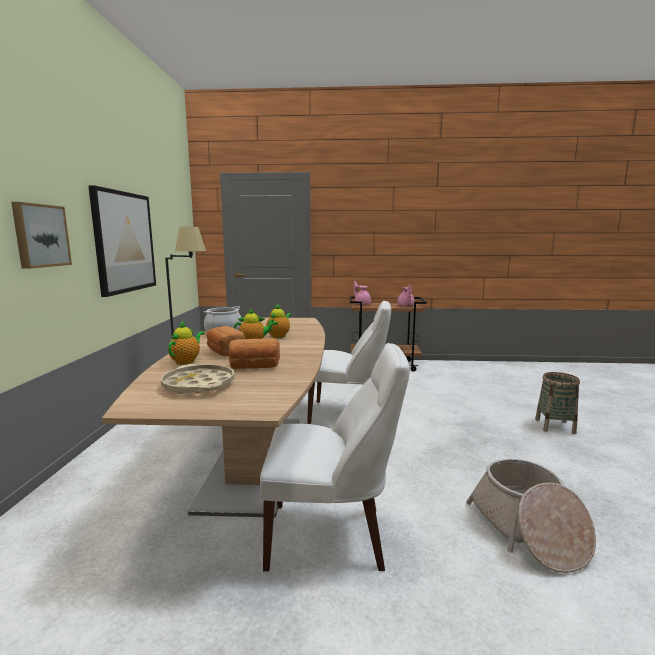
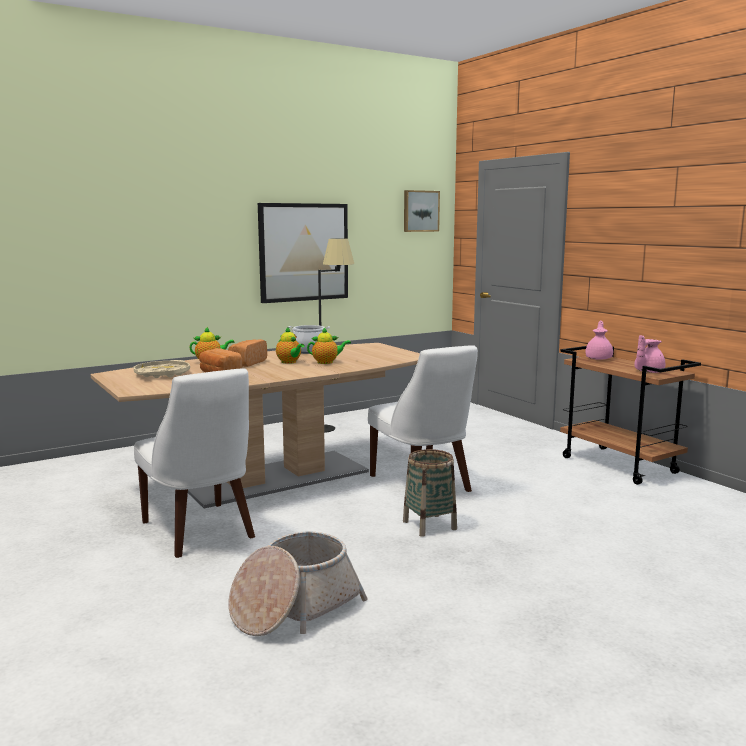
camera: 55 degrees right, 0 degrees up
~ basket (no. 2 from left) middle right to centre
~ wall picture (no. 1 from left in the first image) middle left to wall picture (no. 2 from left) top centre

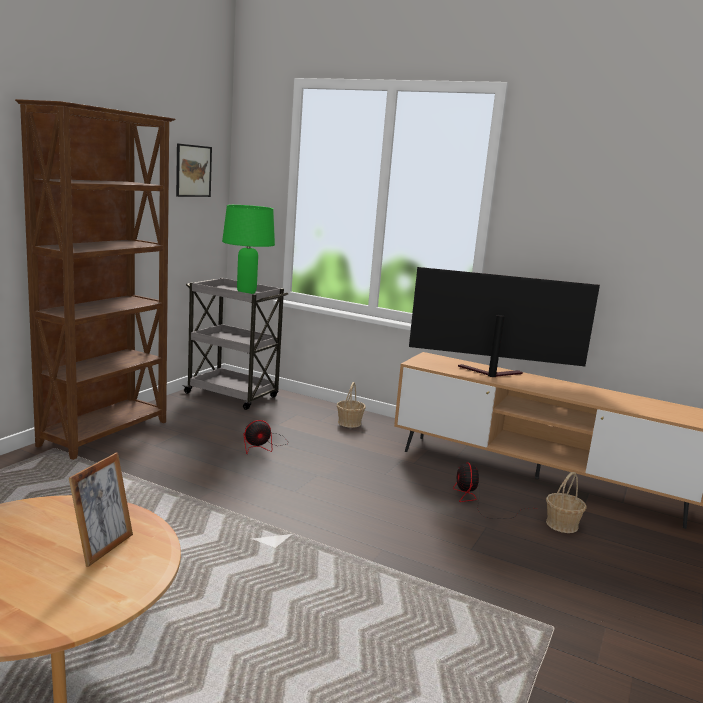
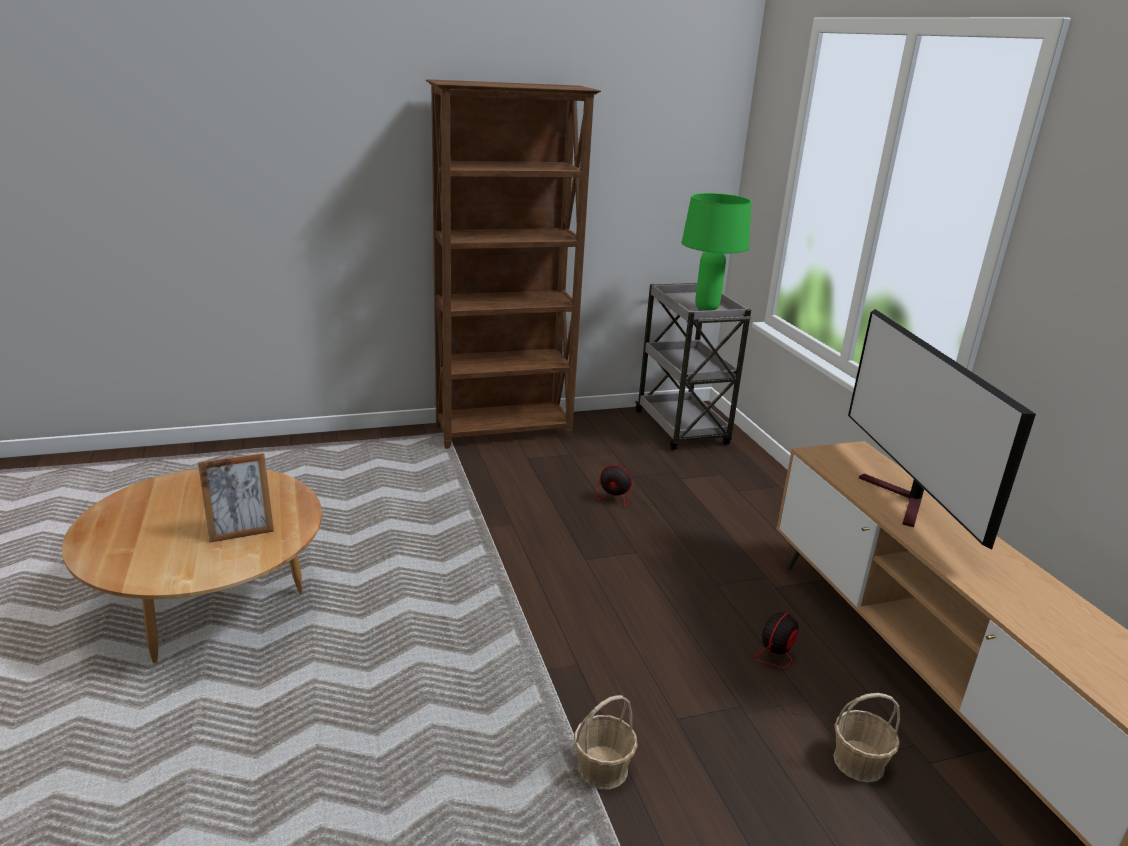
camera: 45 degrees right, 10 degrees up
~ basket (no. 1 from left) centre to bottom centre
~ television middle right = middle right 150 degrees counterclockwise
- wall picture top left

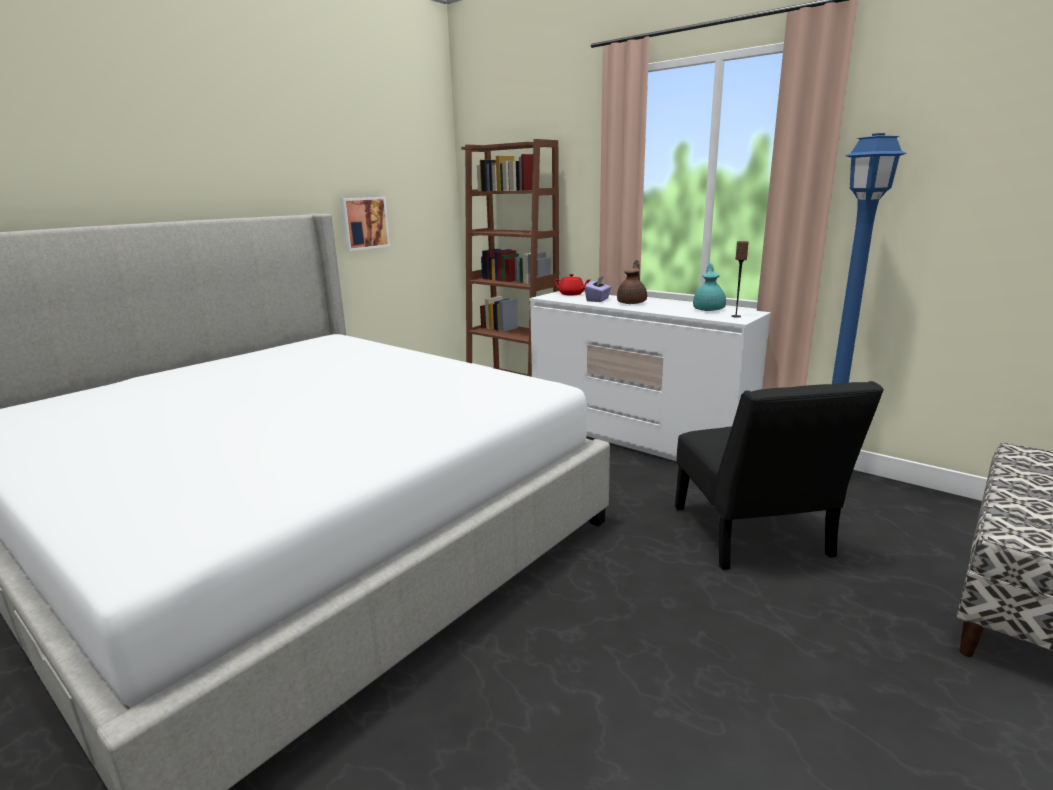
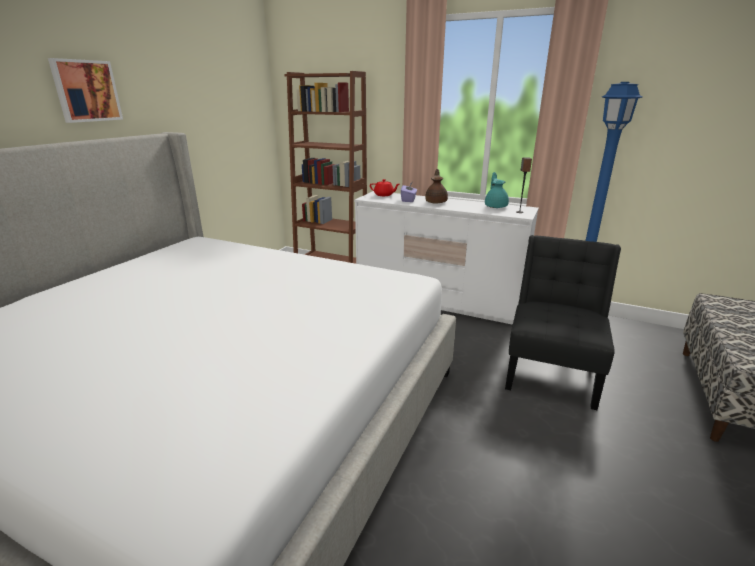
camera: 15 degrees left, 5 degrees up
~ wall picture top centre to top left
~ plain chair (black) middle right = middle right 135 degrees counterclockwise

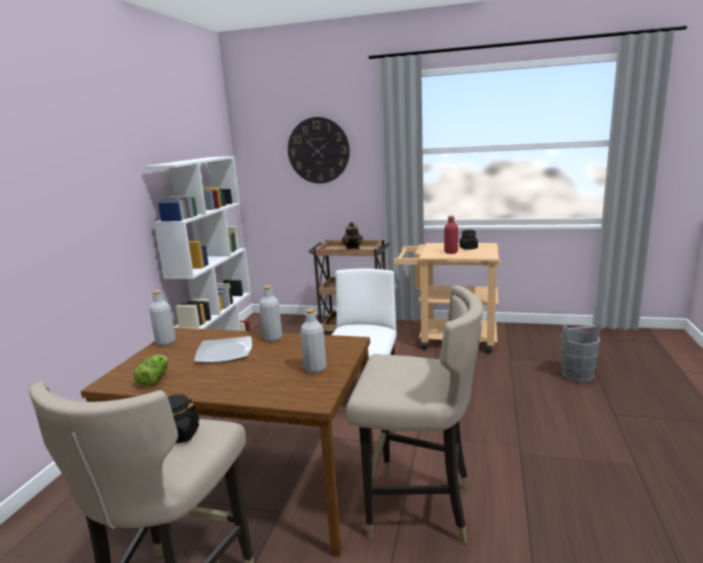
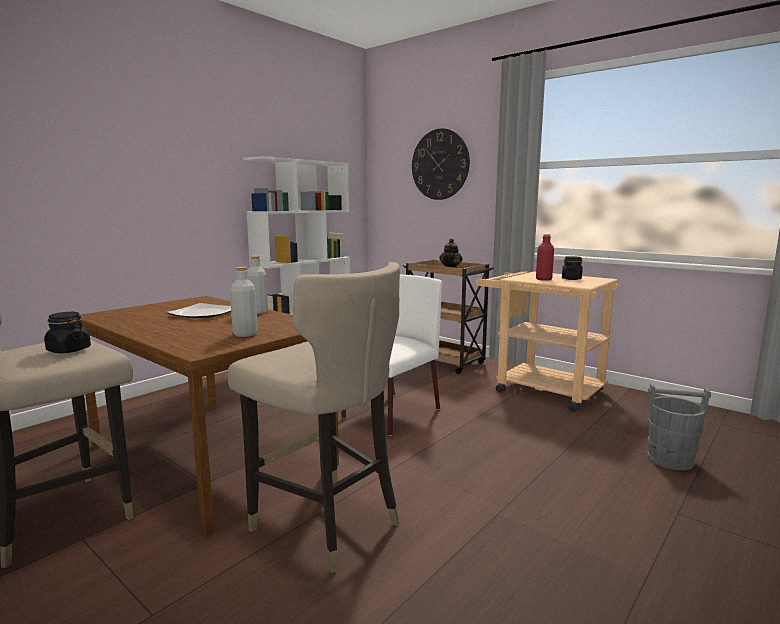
camera: 25 degrees right, 5 degrees down
- head of lettuce middle left
- drink bottle (greyish) (no. 1 from left) middle left

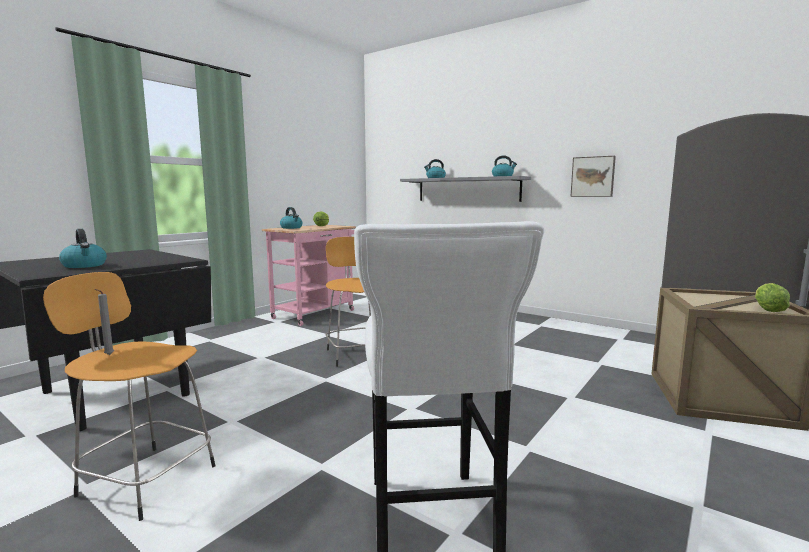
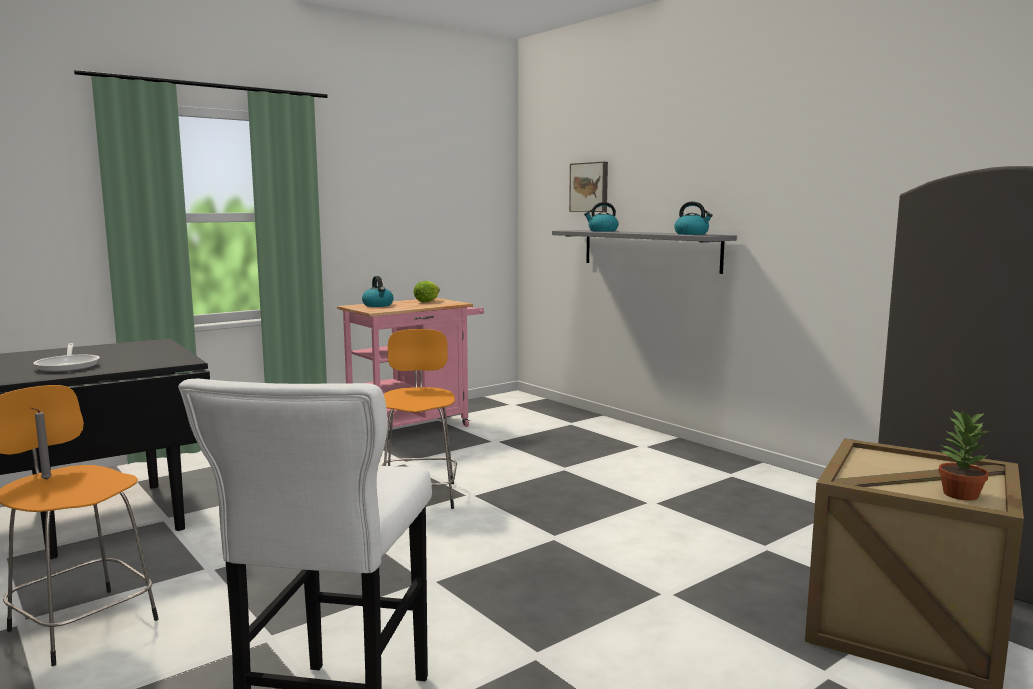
camera: 15 degrees right, 0 degrees up
~ water kettle (no. 1 from left) middle left to pan middle left
~ wall picture top right to top centre
~ head of lettuce (no. 2 from left) middle right to houseplant middle right

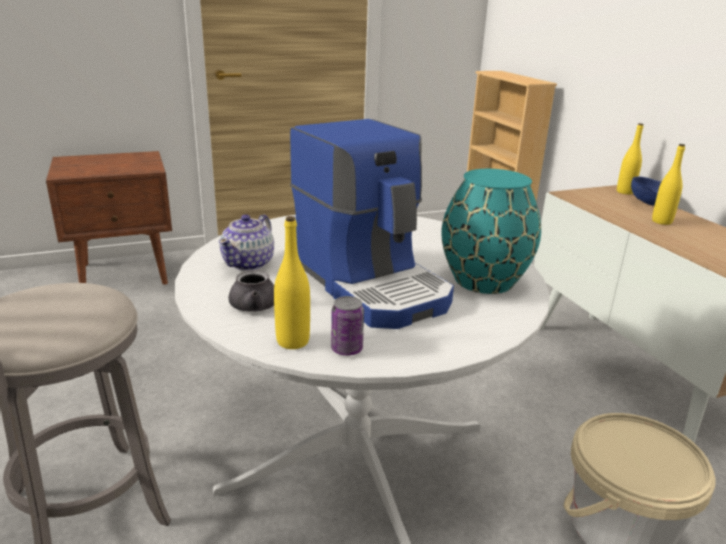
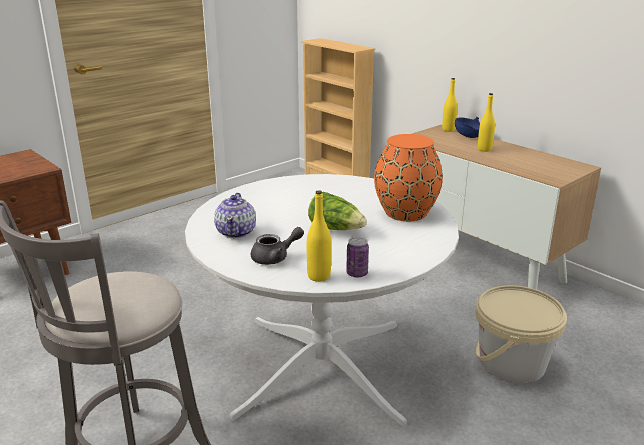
camera: 20 degrees left, 0 degrees up
~ coffee maker centre to head of lettuce centre
~ flower vase (turquoise-coloured) middle right to flower vase (orange-coloured) centre

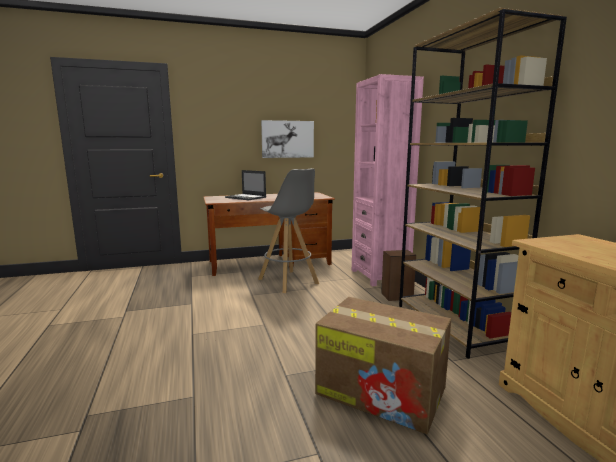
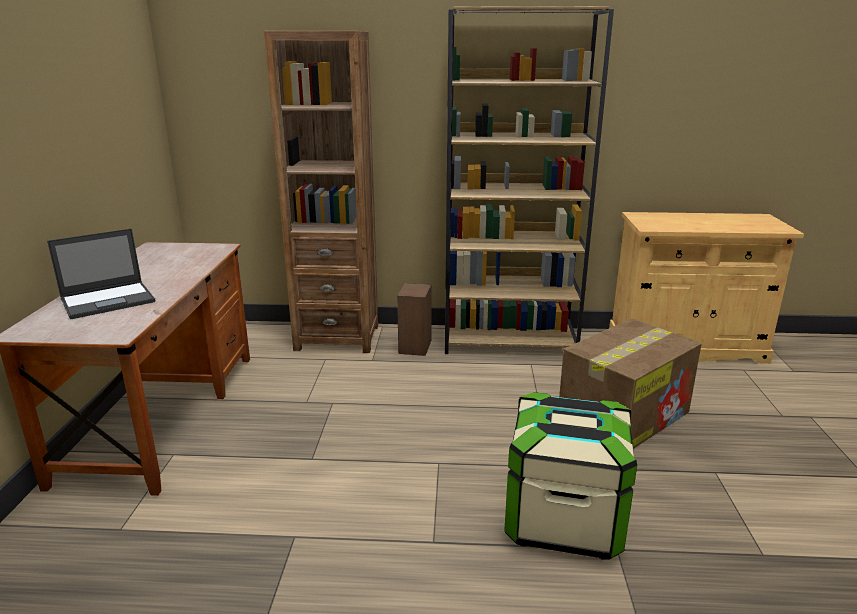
camera: 70 degrees left, 10 degrees up
~ bookshelf (pinkish) centre to bookshelf (brownish) (no. 1 from left) top centre
+ storage bin bottom centre
- sitting stool (greyish) centre
- wall picture top centre

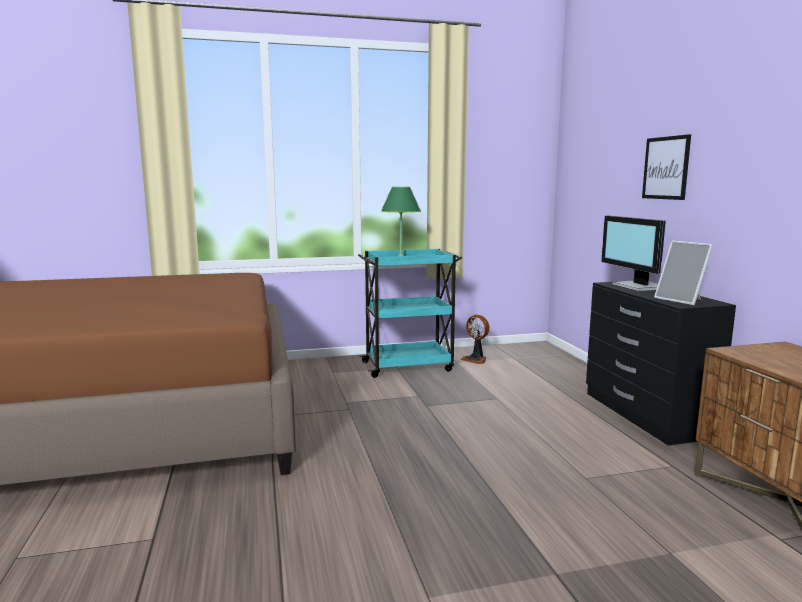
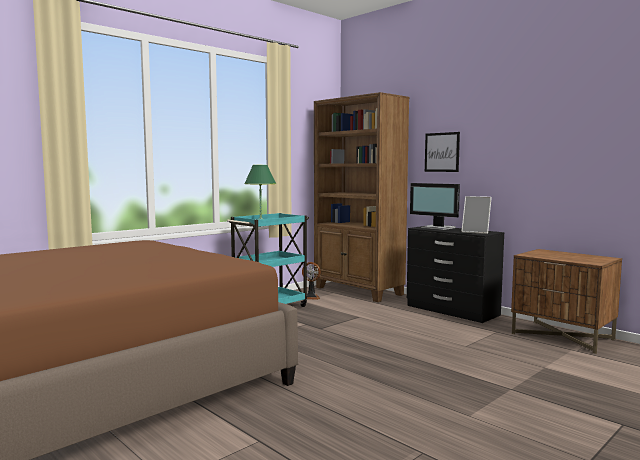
camera: 30 degrees left, 5 degrees down
+ bookshelf (brownish) centre

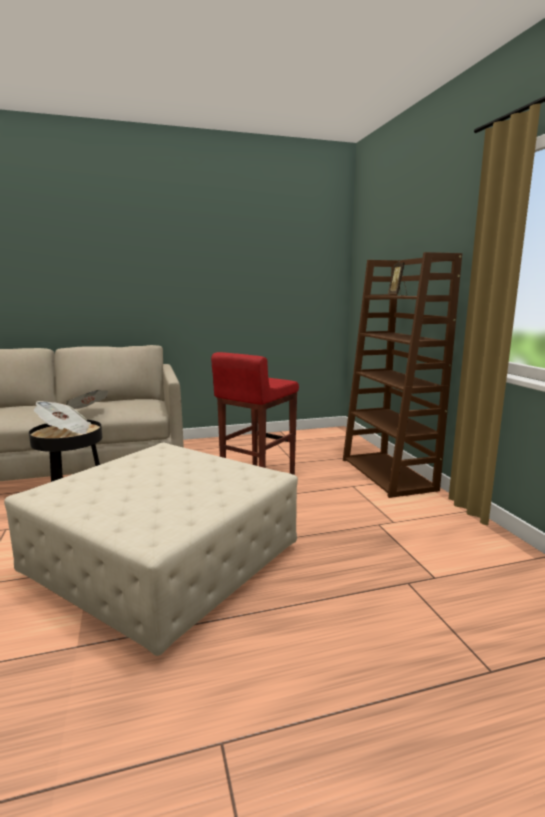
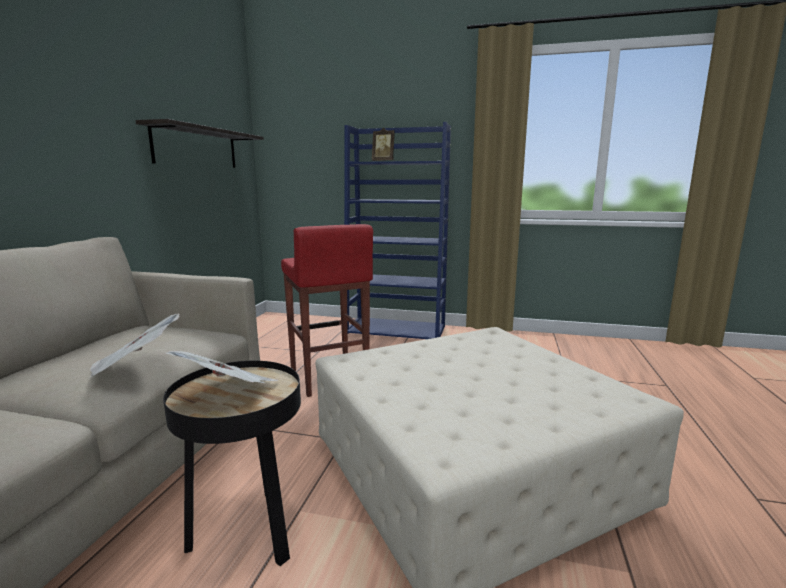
camera: 60 degrees left, 0 degrees up
+ bracket shelf top left
~ bookshelf (brownish) middle right to bookshelf (blue) centre

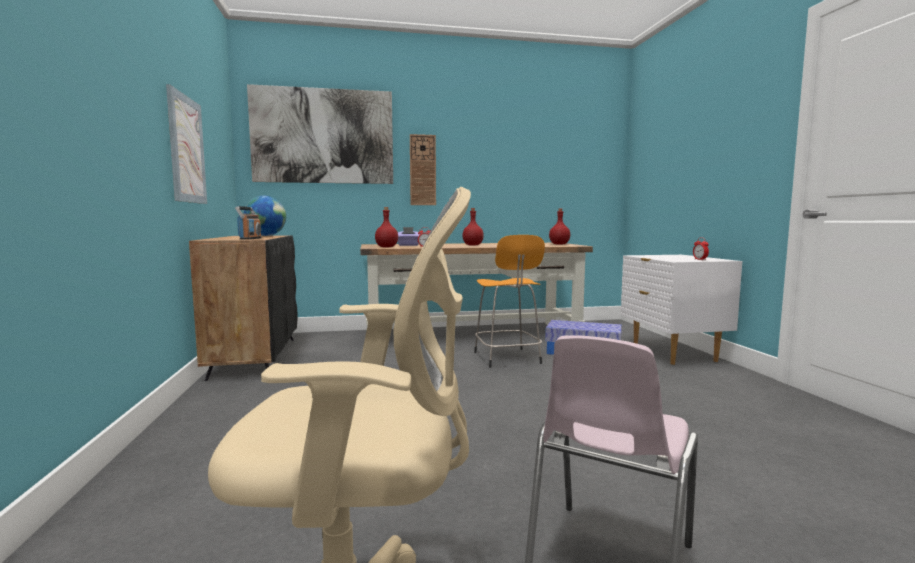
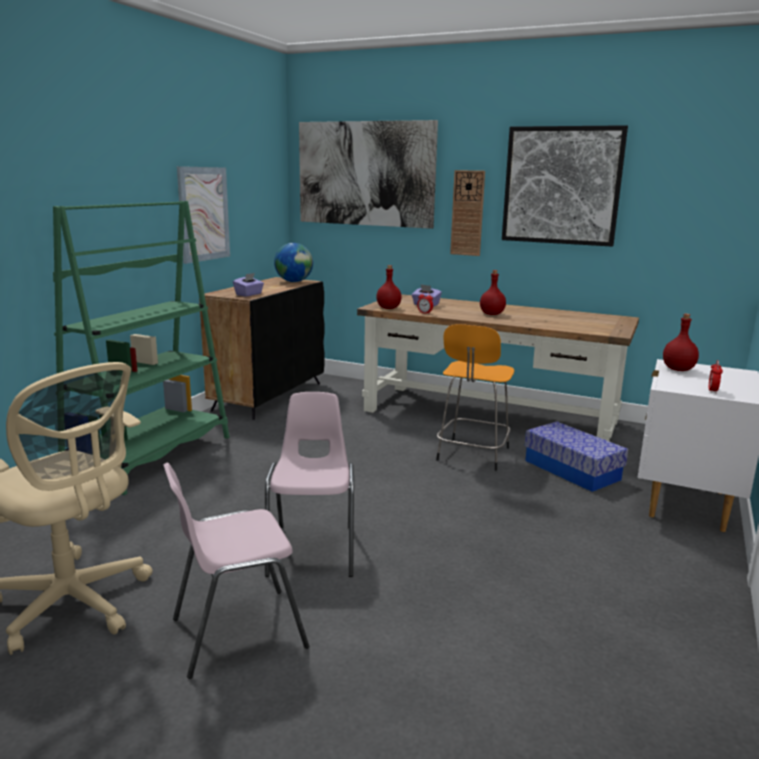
camera: 35 degrees right, 10 degrees up
+ bookshelf (green-coloured) middle left
~ radio set middle left to tissue box (purple) (no. 1 from left) middle left
+ plain chair (pinkish) (no. 2 from left) centre
+ wall picture (no. 3 from left) top right
~ drink bottle (red-coloured) (no. 3 from left) centre to middle right

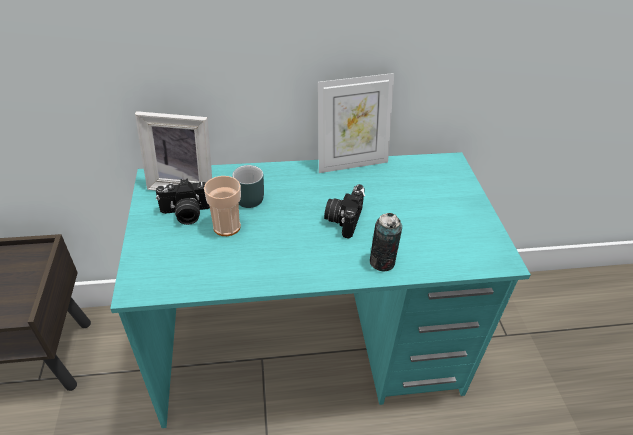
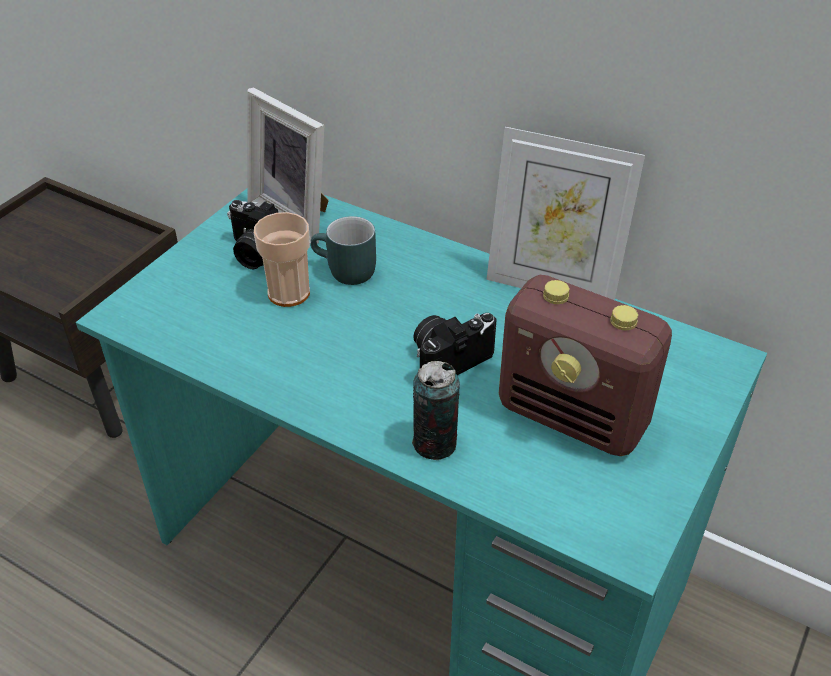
camera: 40 degrees right, 0 degrees up
+ radio set middle right

